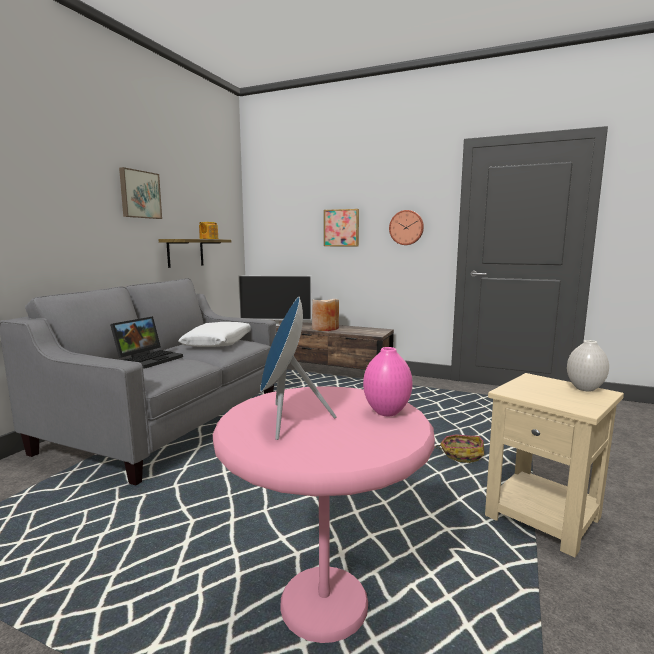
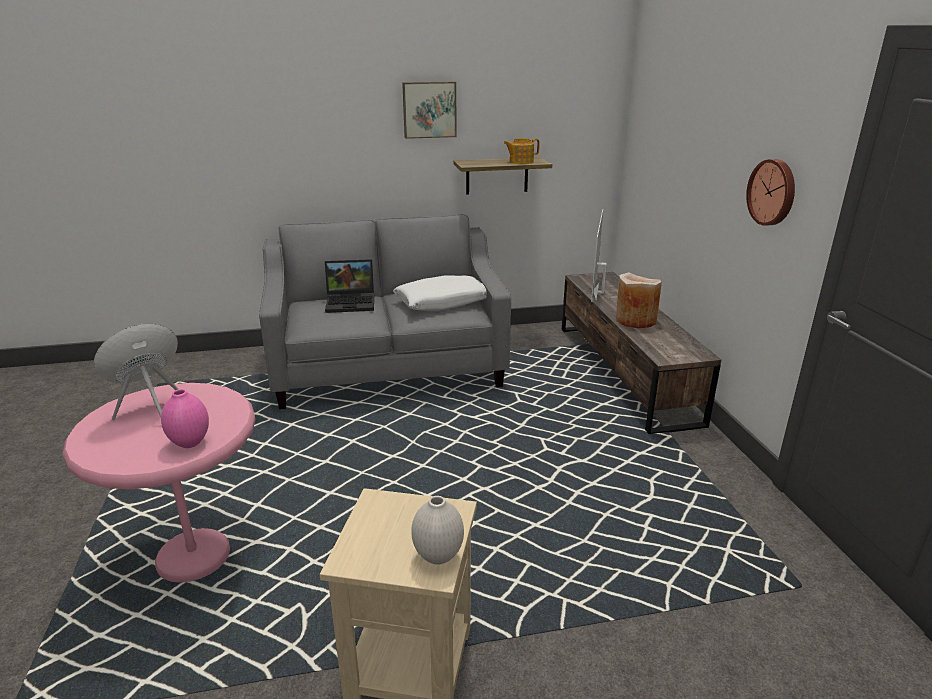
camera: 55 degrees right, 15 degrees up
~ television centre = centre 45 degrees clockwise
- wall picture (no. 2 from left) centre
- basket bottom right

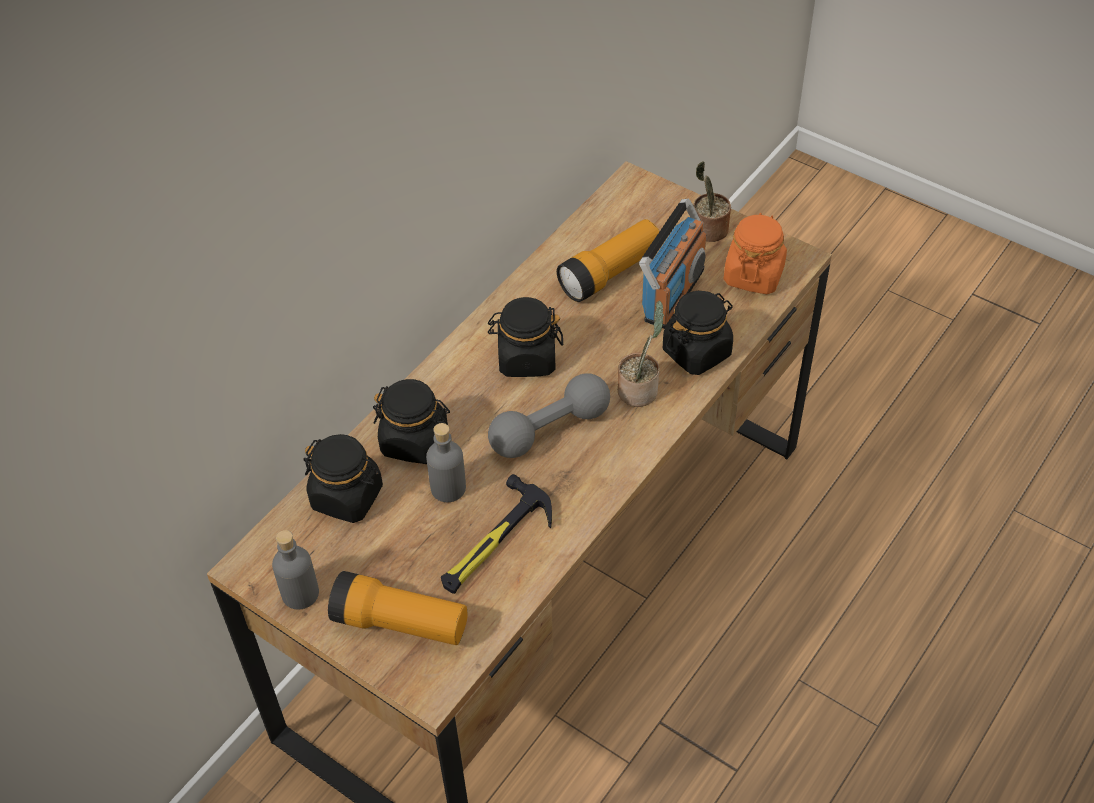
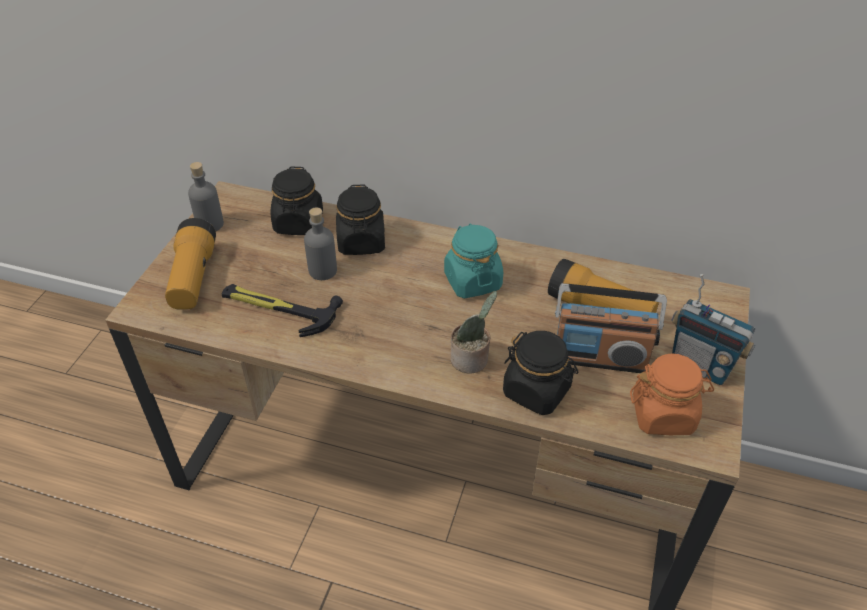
camera: 70 degrees right, 5 degrees down
~ preserve jar (black) (no. 3 from left) centre to preserve jar (turquoise-coloured) centre
~ houseplant (no. 2 from left) top centre to radio set (no. 2 from left) middle right
- hand weight (greyish) centre

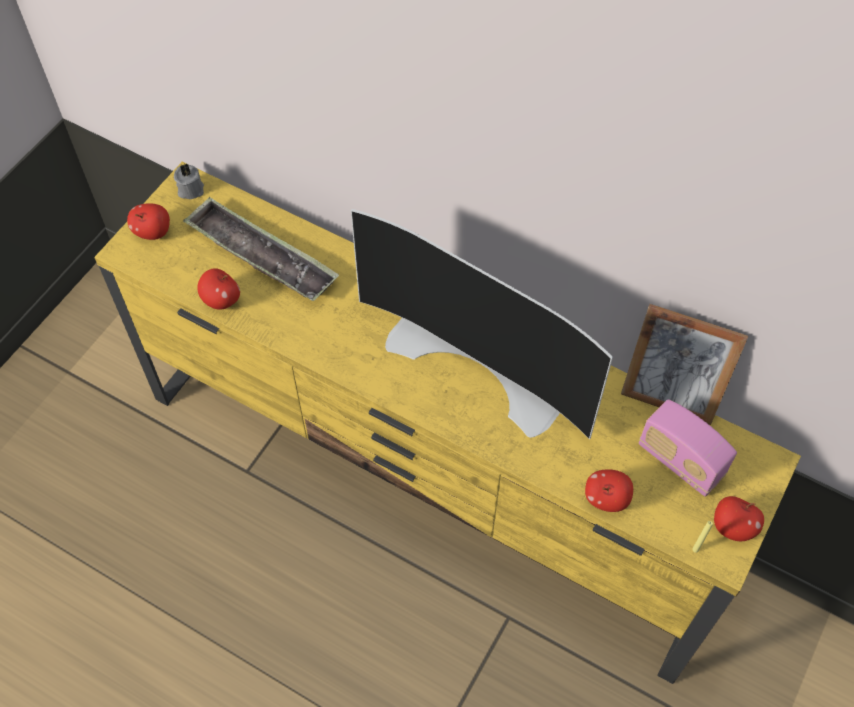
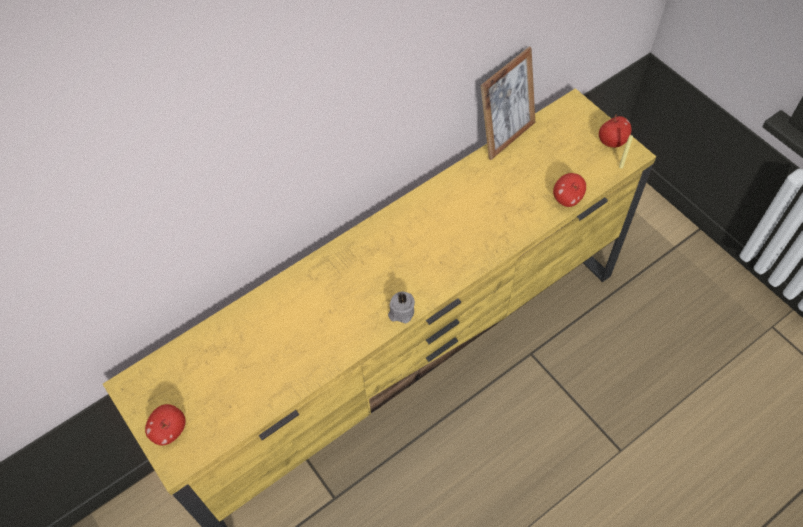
camera: 65 degrees left, 0 degrees up
~ wax candle (greyish) top left to centre
- serving tray middle left
- whole apple (no. 2 from left) middle left
- television centre
- radio set middle right

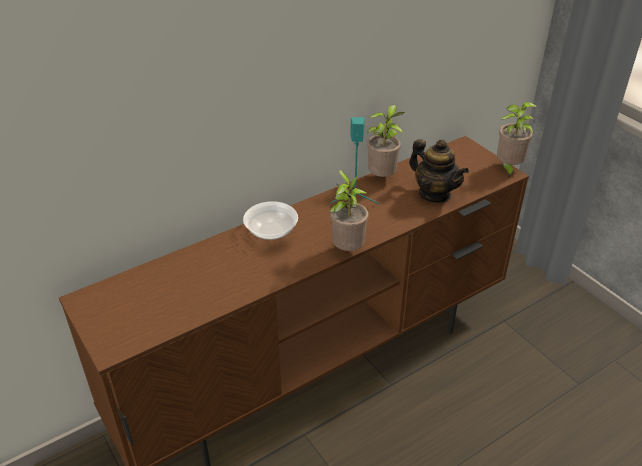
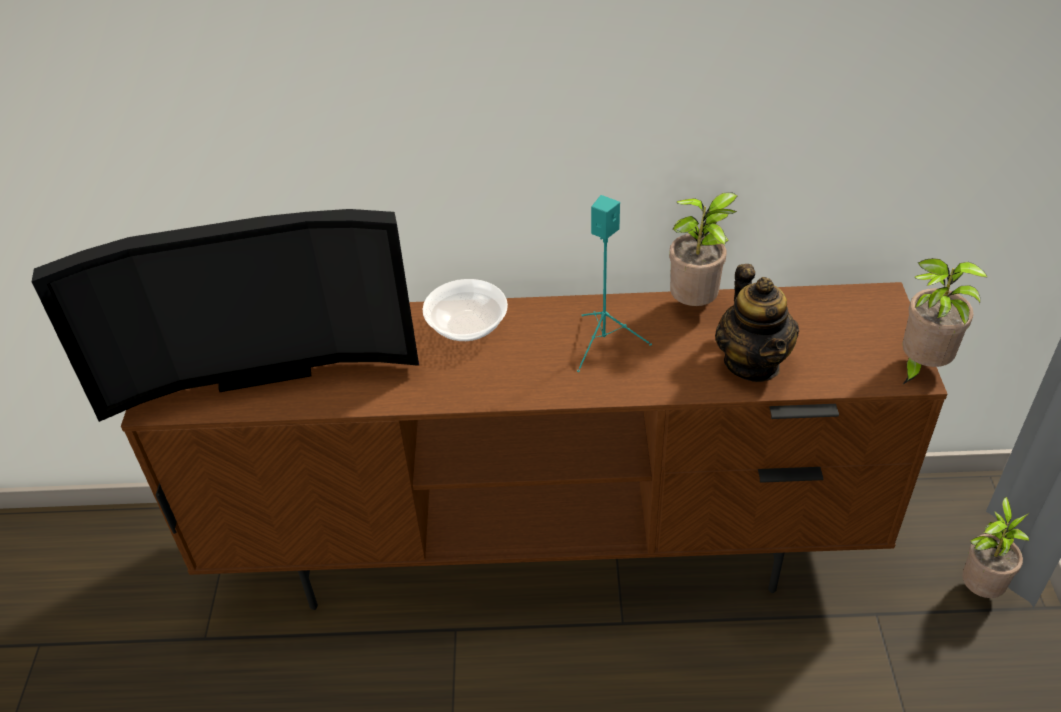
camera: 35 degrees right, 5 degrees up
+ television middle left
~ houseplant (no. 1 from left in the first image) centre to houseplant (no. 3 from left) bottom right

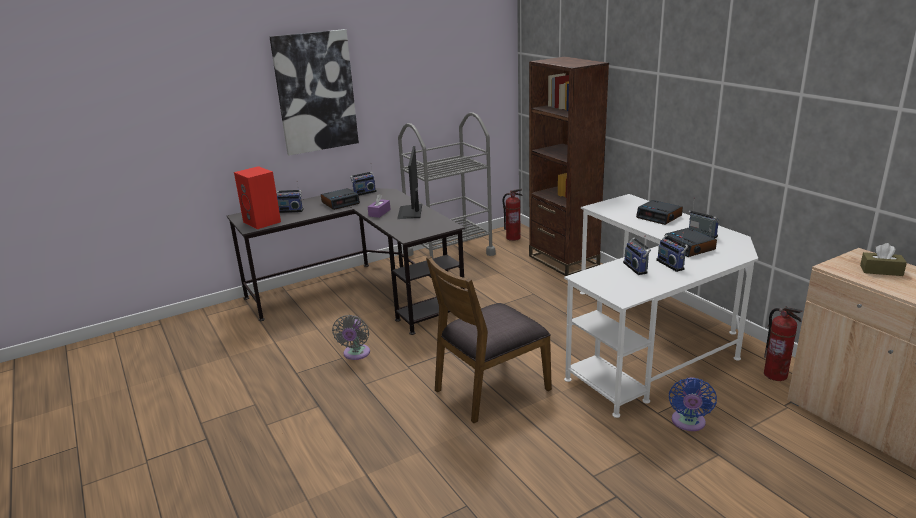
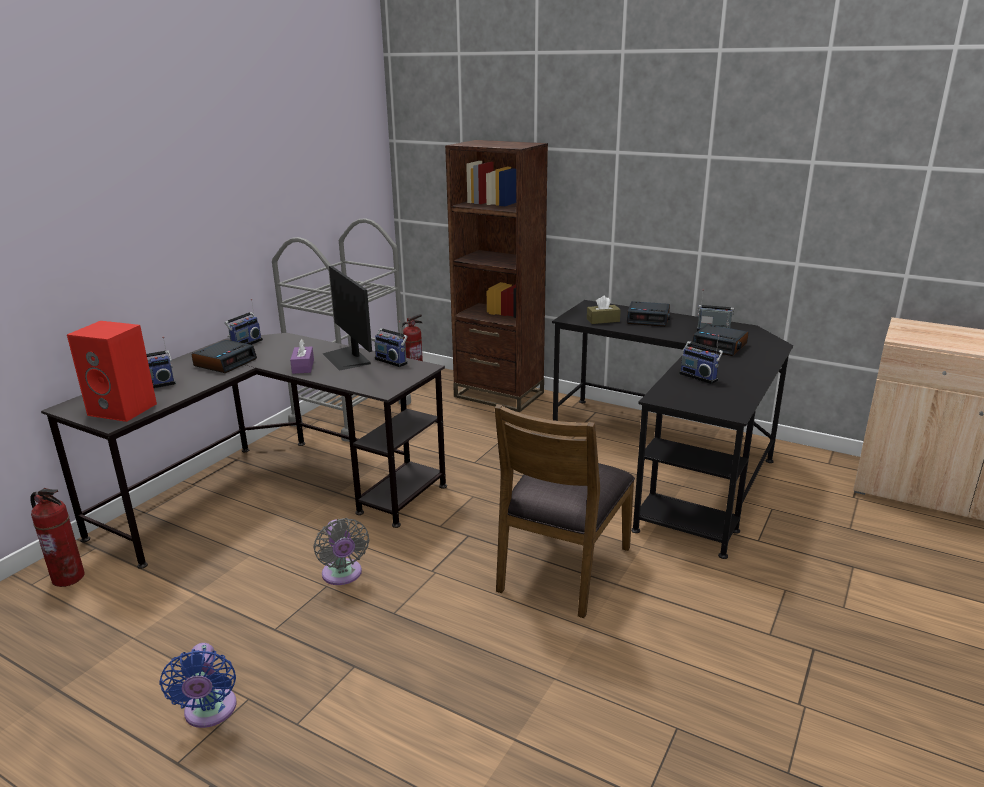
camera: 30 degrees left, 0 degrees up
~ fire extinguisher (no. 2 from left in the first image) middle right to fire extinguisher (no. 1 from left) bottom left
~ electric fan (blue) bottom right to bottom left
~ radio set (no. 4 from left in the first image) middle right to radio set (no. 3 from left) centre
~ desk table (white-coloured) middle right to desk table (black) (no. 2 from left) middle right
~ tissue box (brownish) middle right to centre
- wall picture top centre

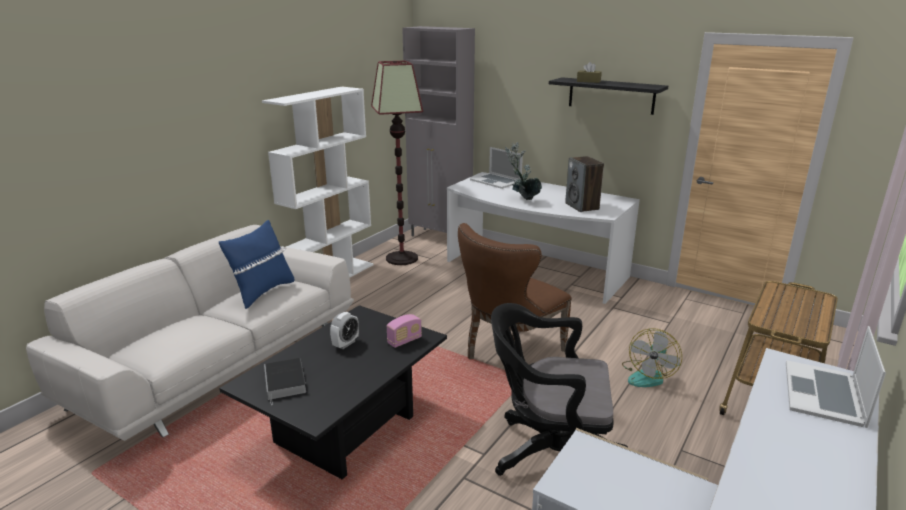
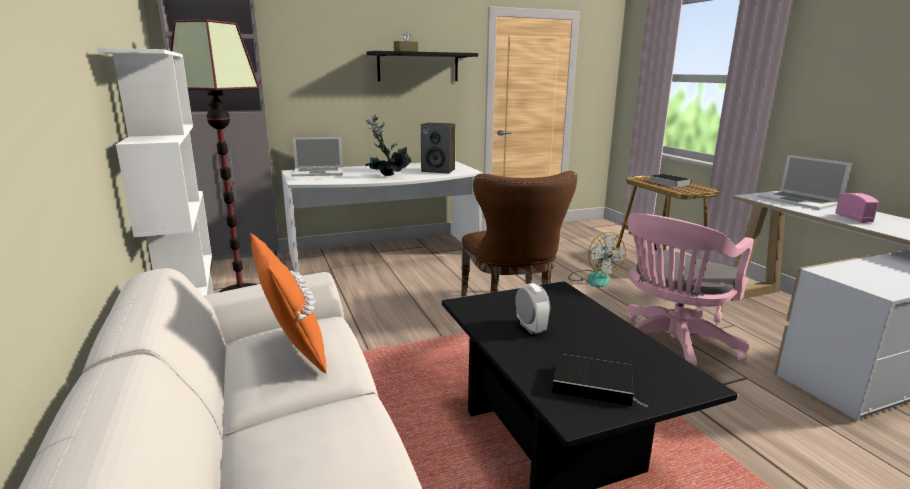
camera: 55 degrees left, 5 degrees down
~ cushion (blue) middle left to cushion (orange-coloured) middle left
~ computer chair (black) bottom centre to computer chair (pinkish) middle right
+ bound book (no. 2 from left) middle right
~ radio set centre to middle right

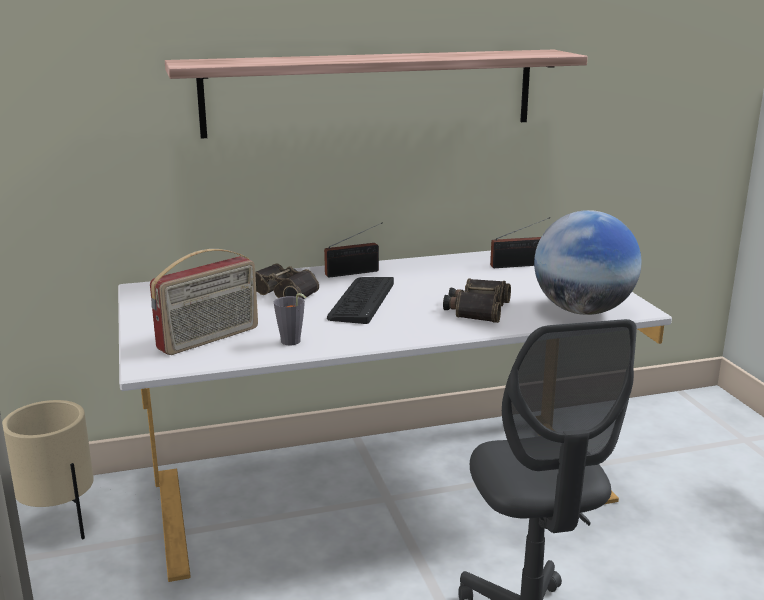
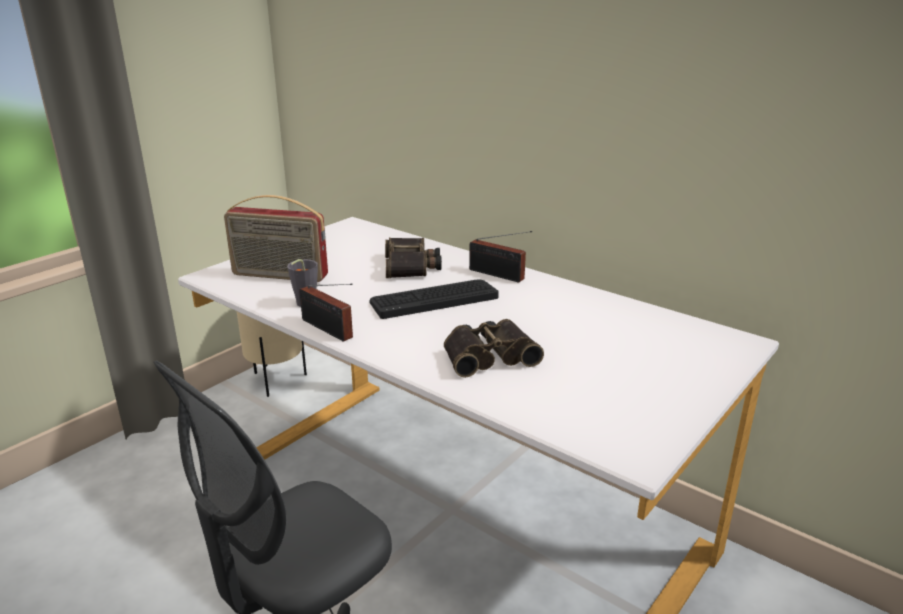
camera: 55 degrees right, 5 degrees up
~ radio set (no. 3 from left in the first image) middle right to radio set (no. 2 from left) centre
- bracket shelf top centre
- desk globe middle right

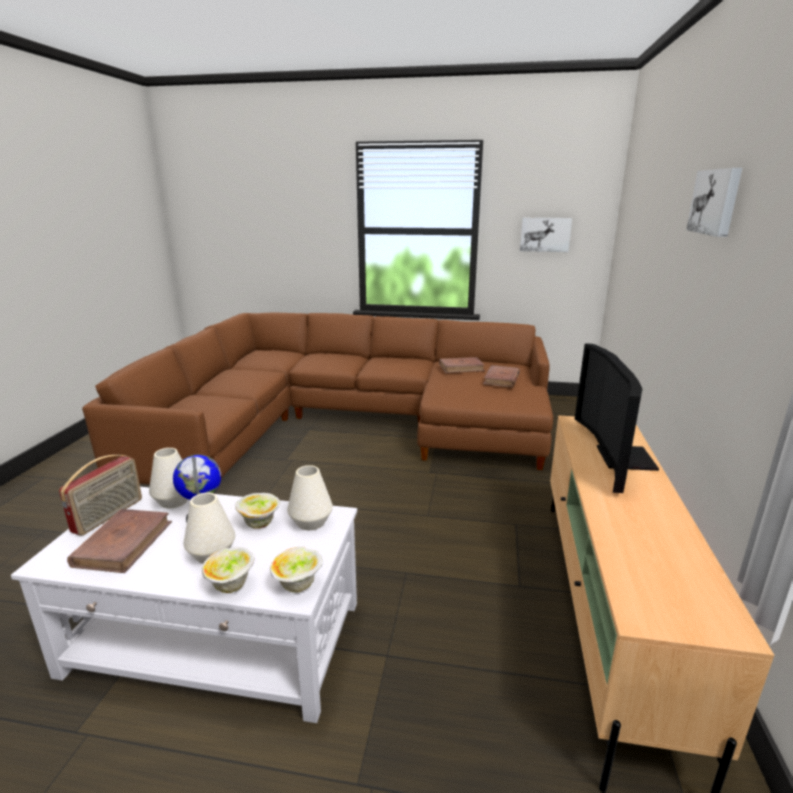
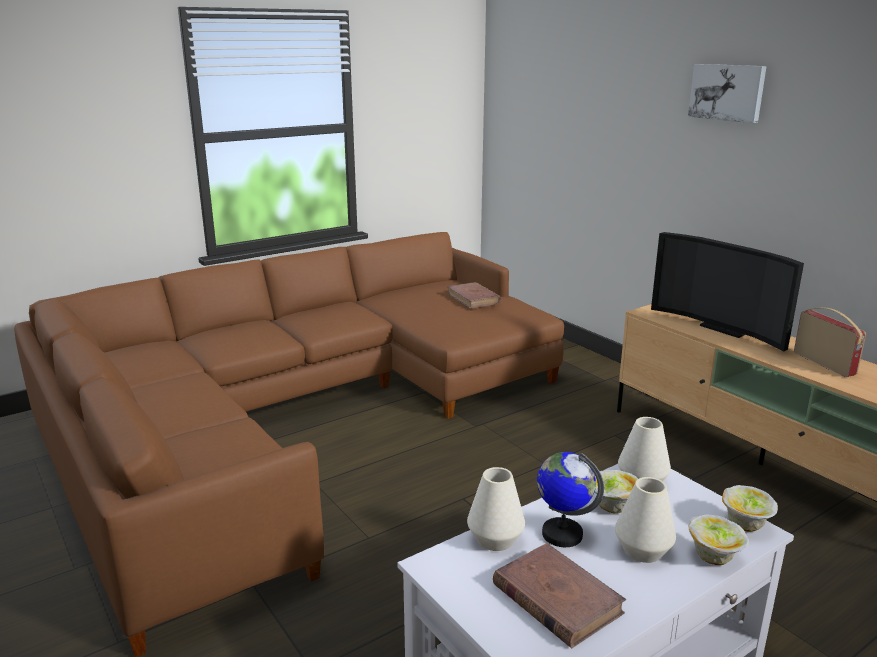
camera: 45 degrees left, 0 degrees up
~ radio set middle left to middle right
- bound book (brownish) (no. 2 from left) centre
- wall picture (no. 1 from left) top right

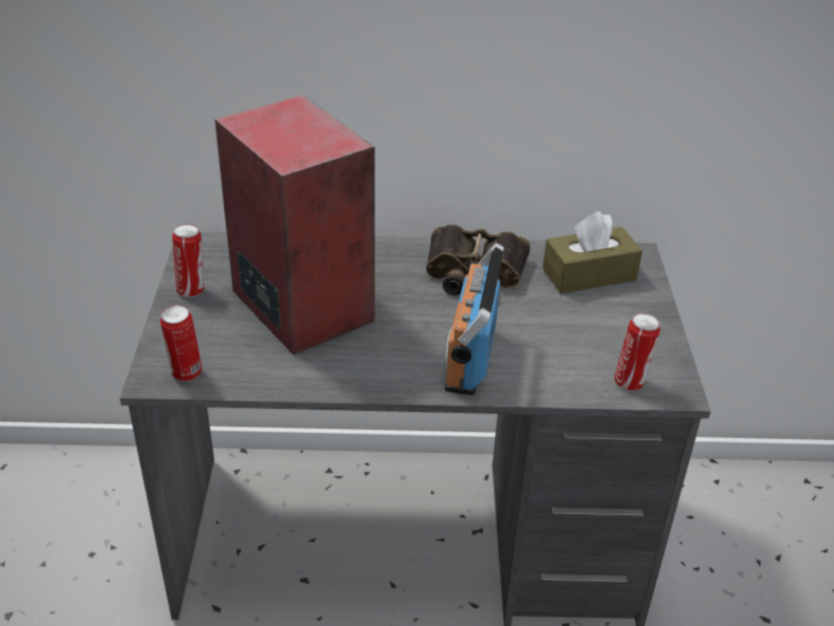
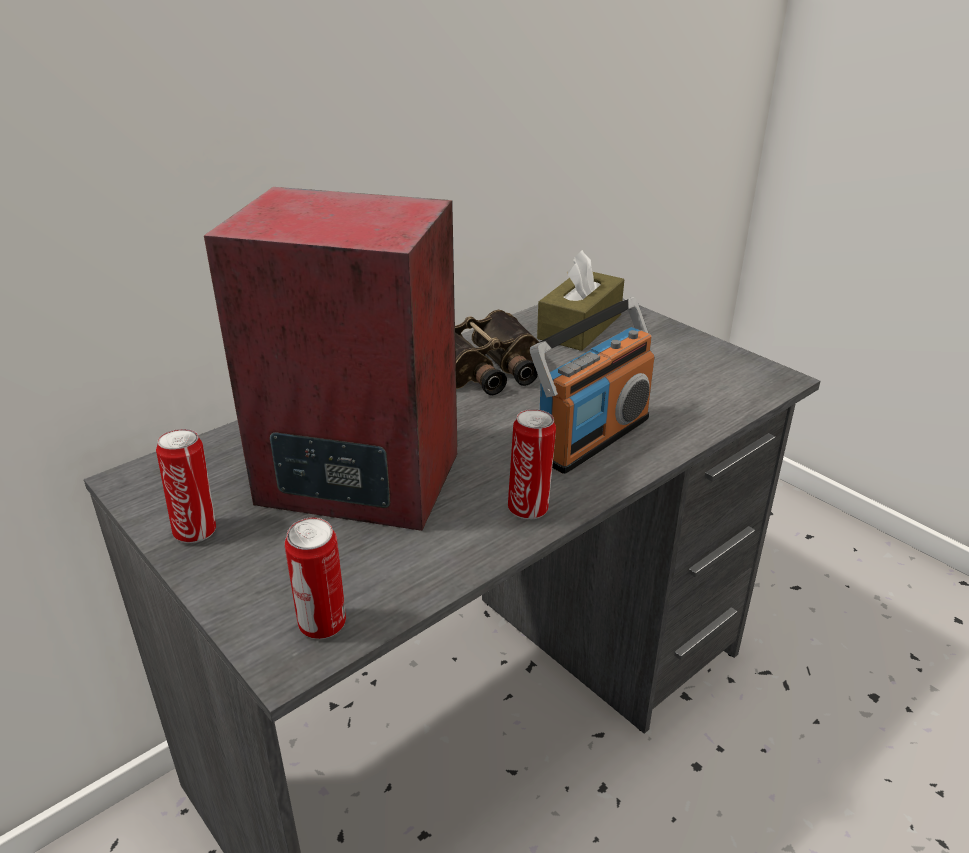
camera: 40 degrees left, 5 degrees down
~ sealed can (no. 3 from left) middle right to centre
~ radio set centre = centre 105 degrees counterclockwise

